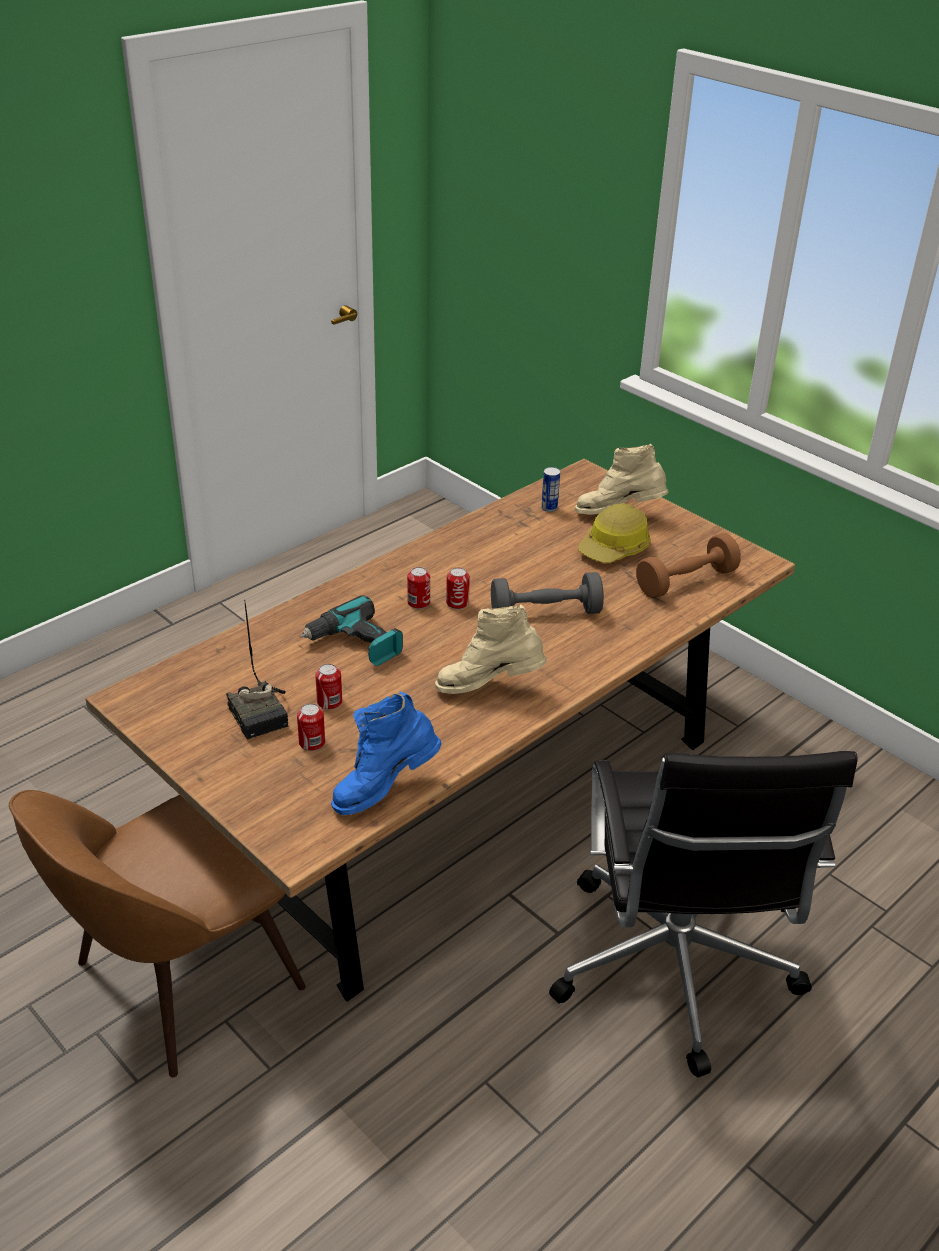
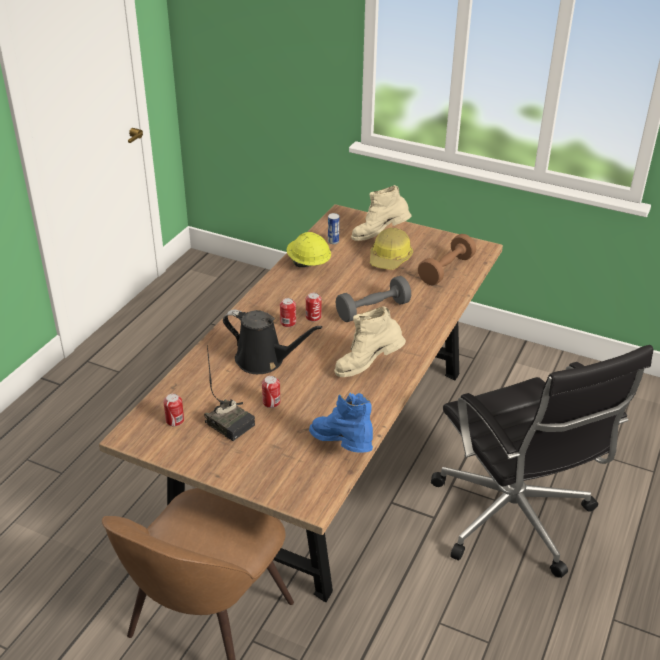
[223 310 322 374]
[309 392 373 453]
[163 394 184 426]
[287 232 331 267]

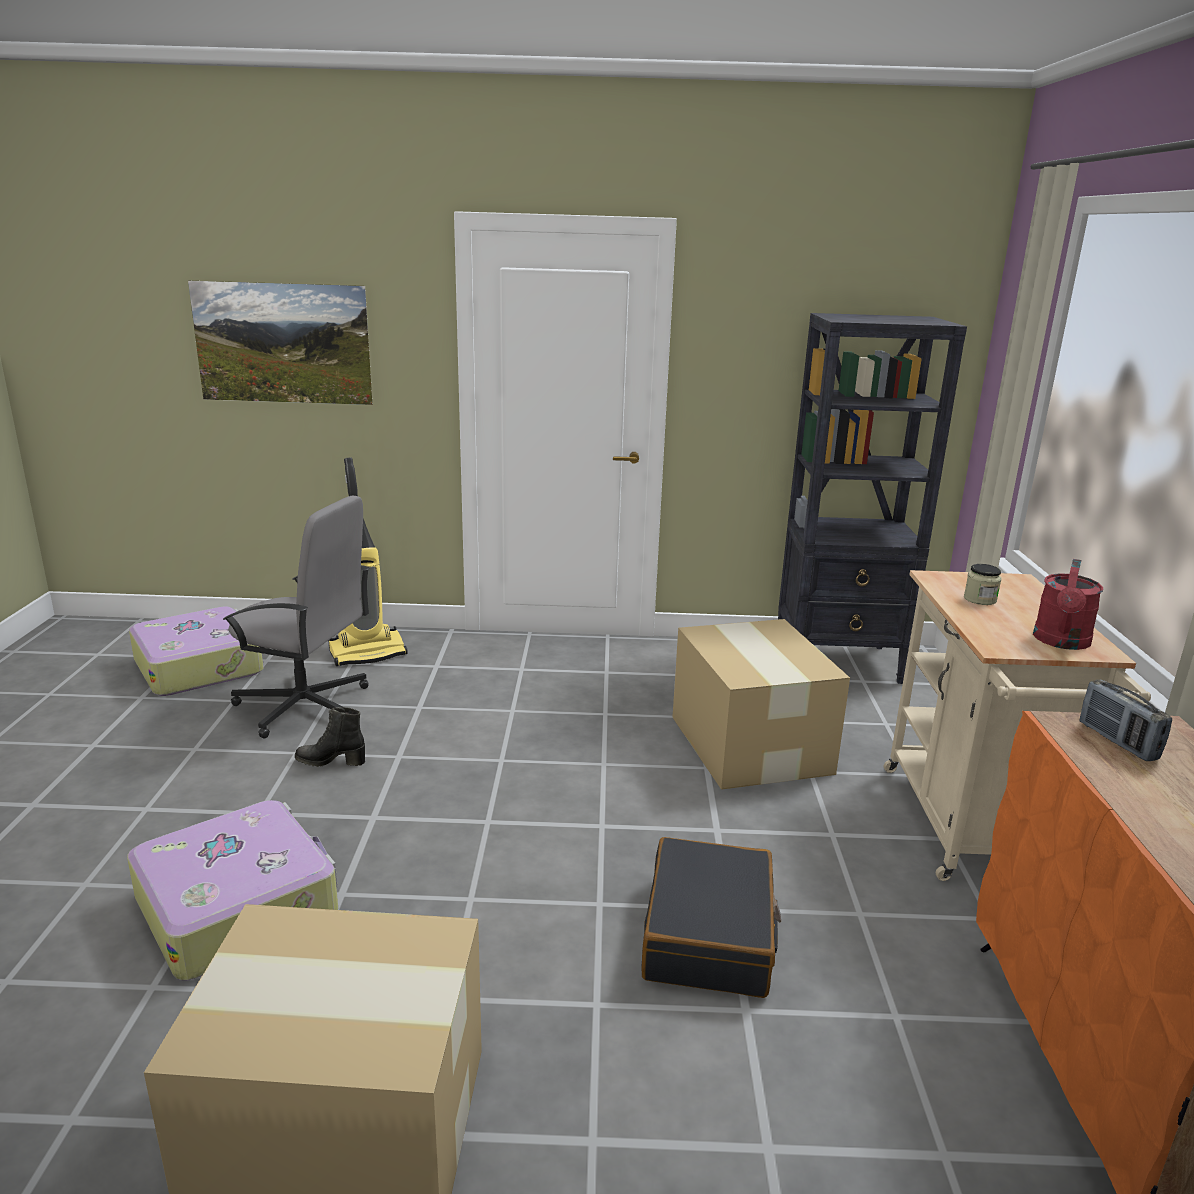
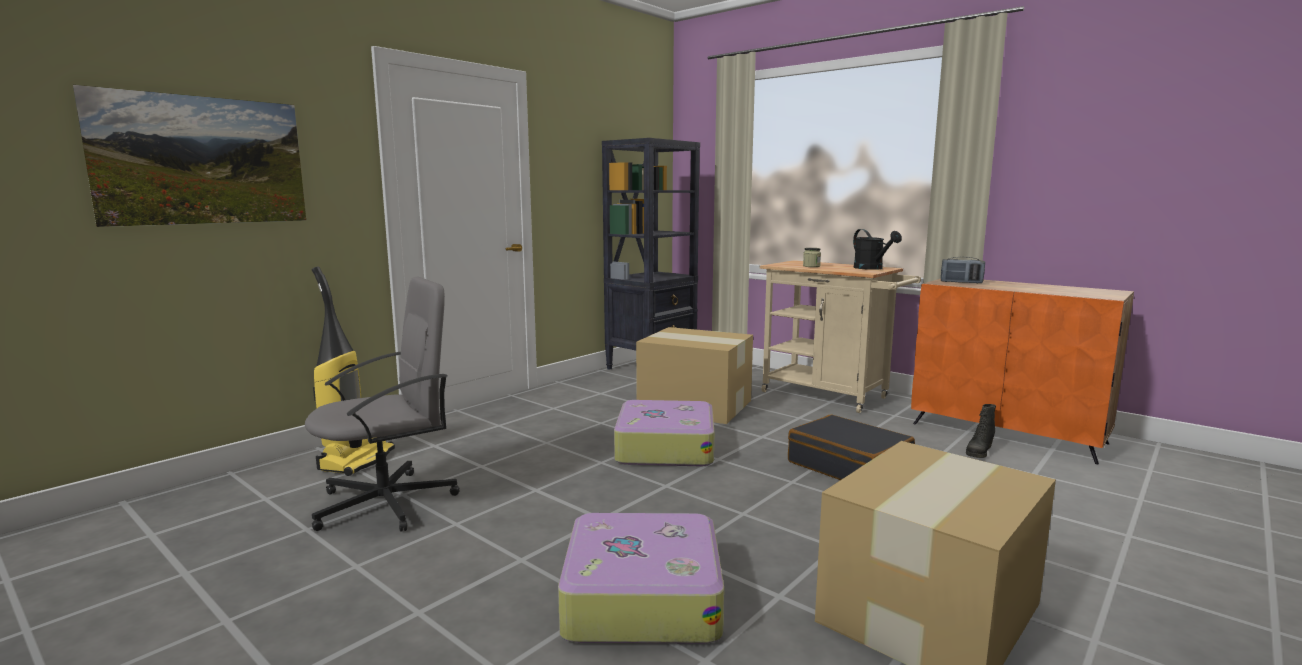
[853 229 902 270]
[614 400 714 466]
[966 404 996 458]

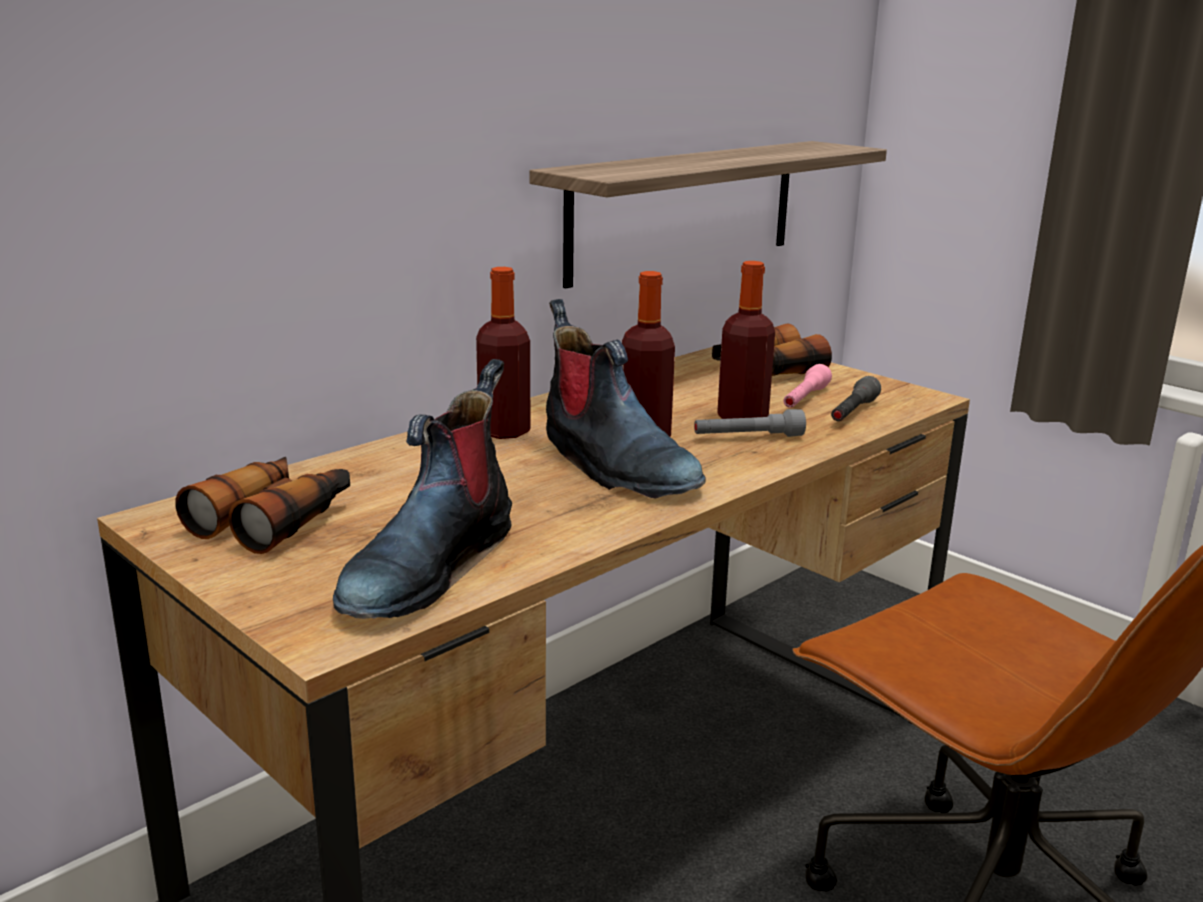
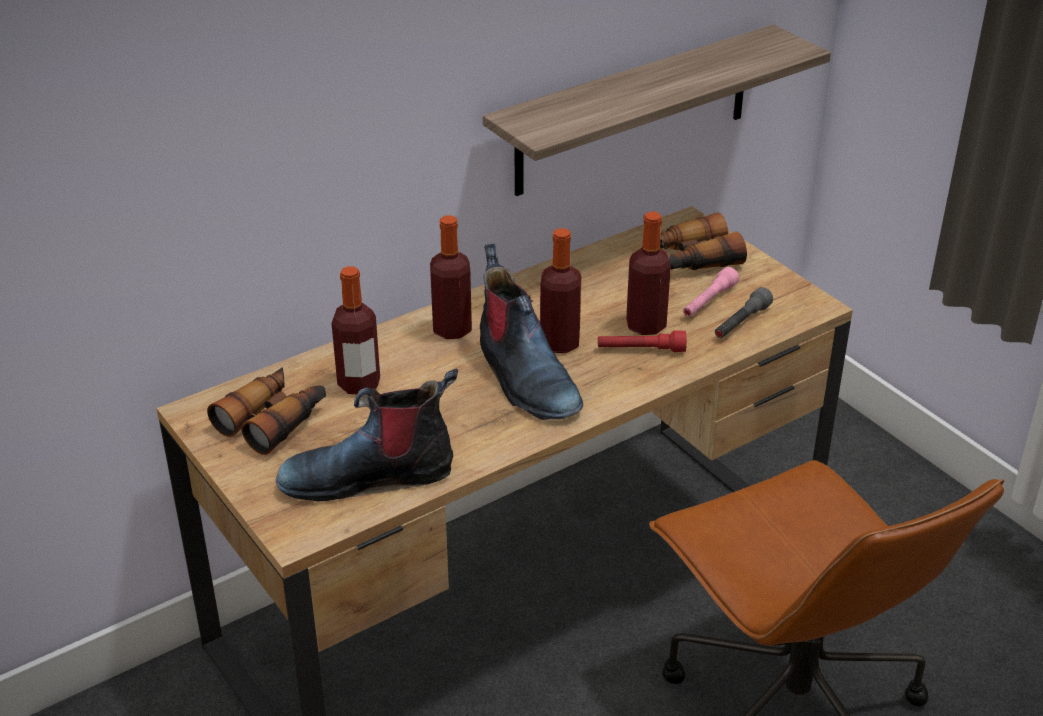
[276 369 458 502]
[598 330 687 352]
[331 266 380 394]

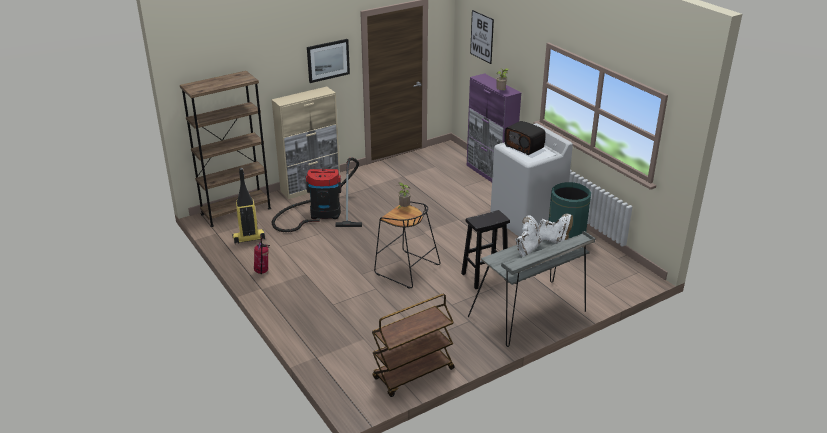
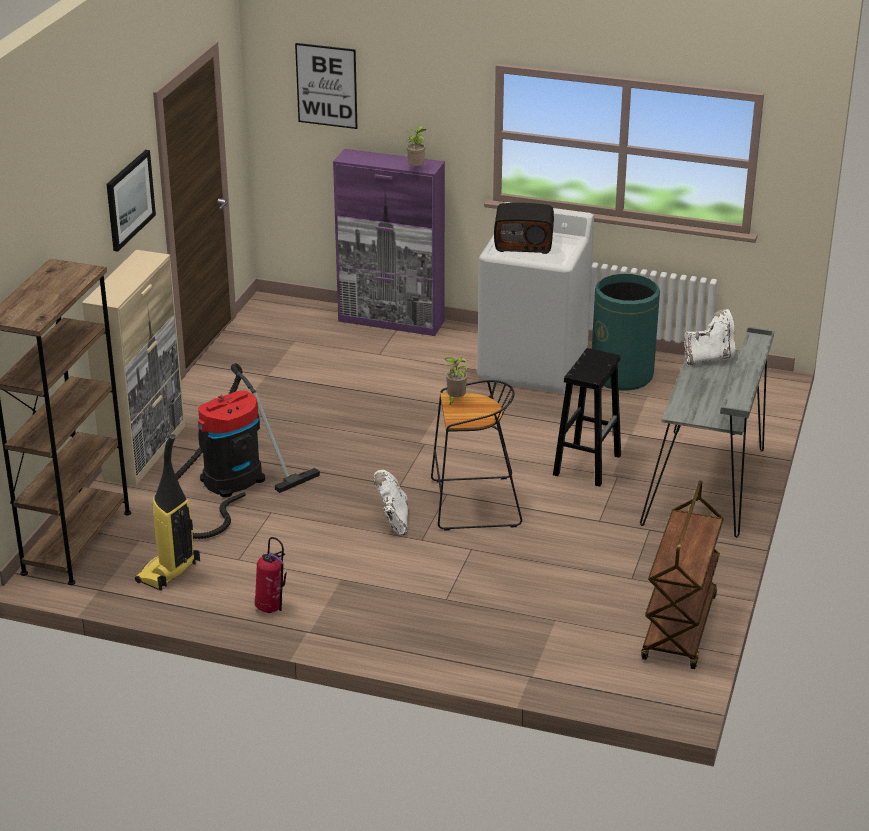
[373 470 408 536]

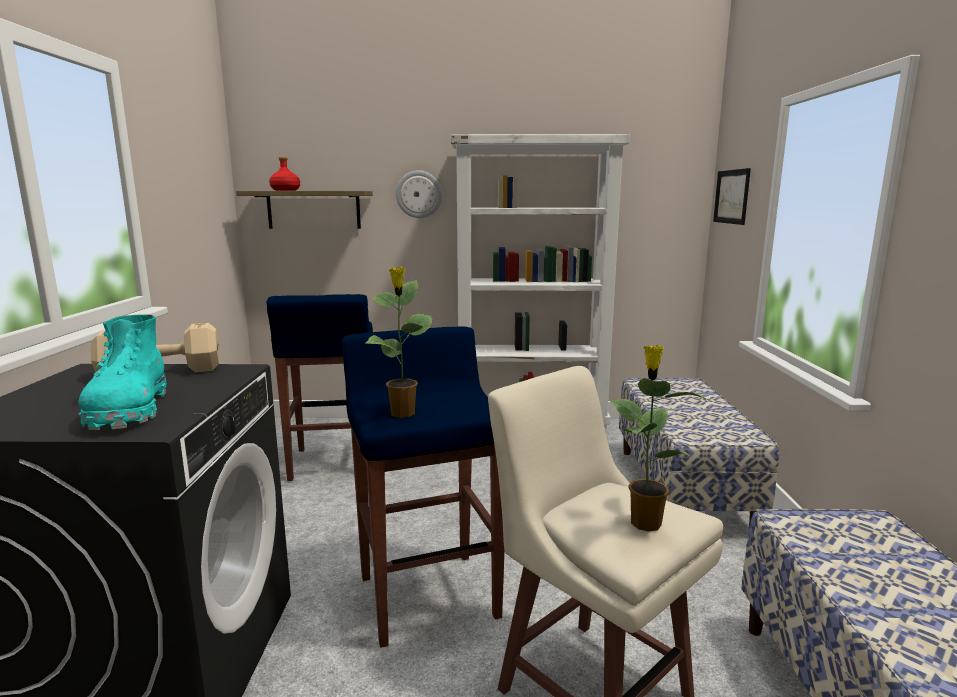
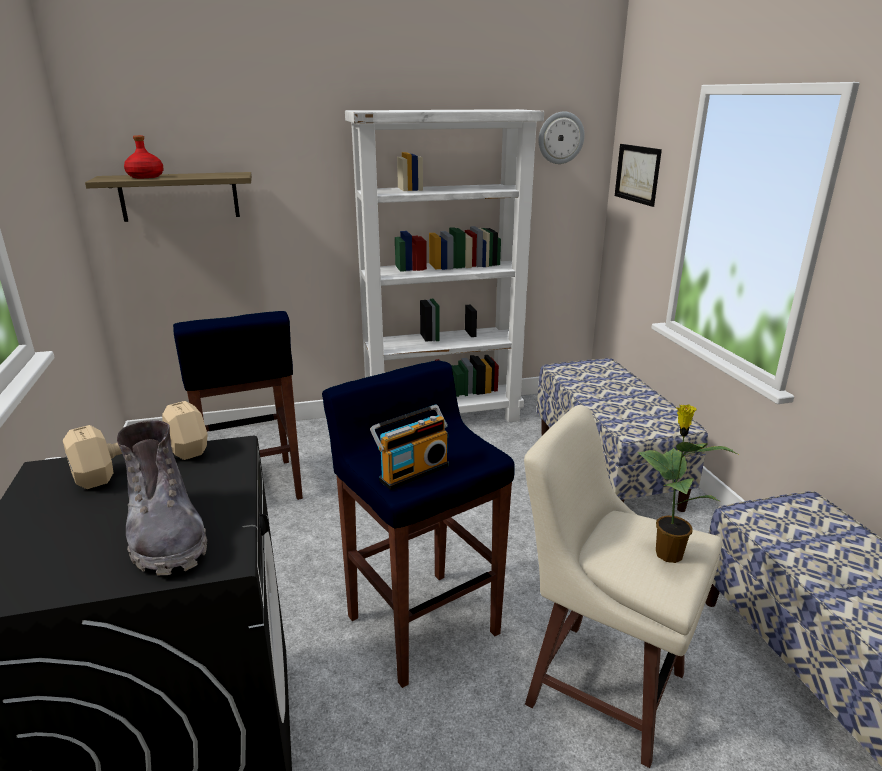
[539 111 585 164]
[370 405 449 490]
[117 420 207 576]

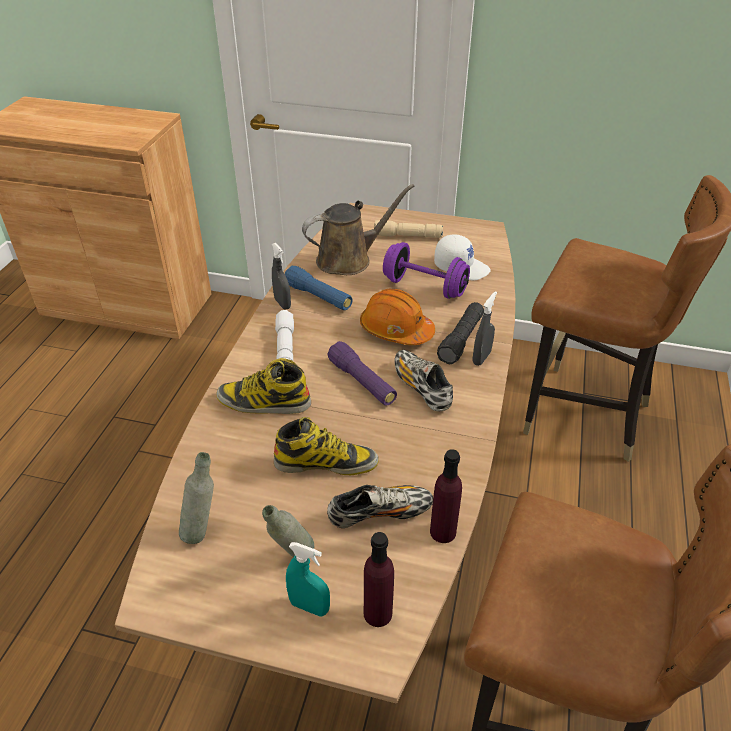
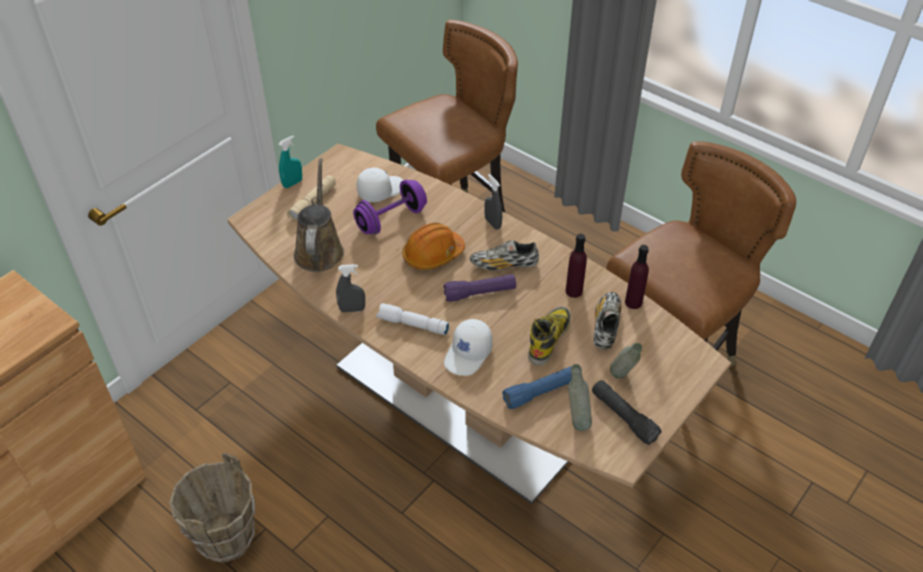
[502 366 572 409]
[592 380 661 445]
[444 319 493 376]
[566 234 587 298]
[279 136 302 188]
[169 453 255 563]

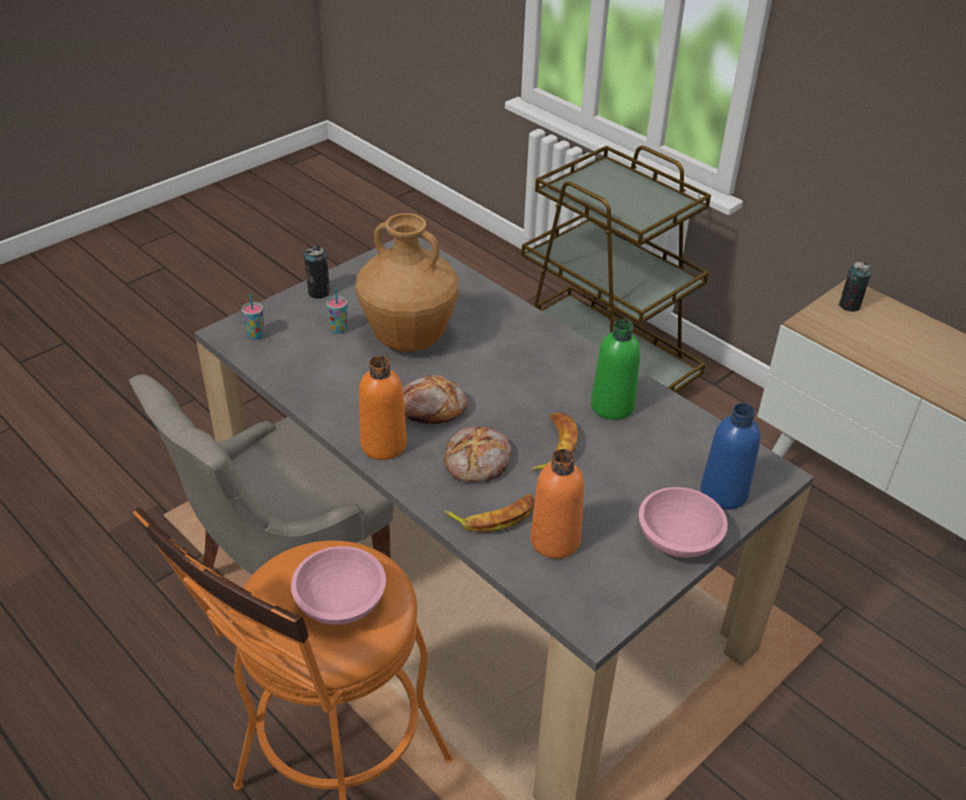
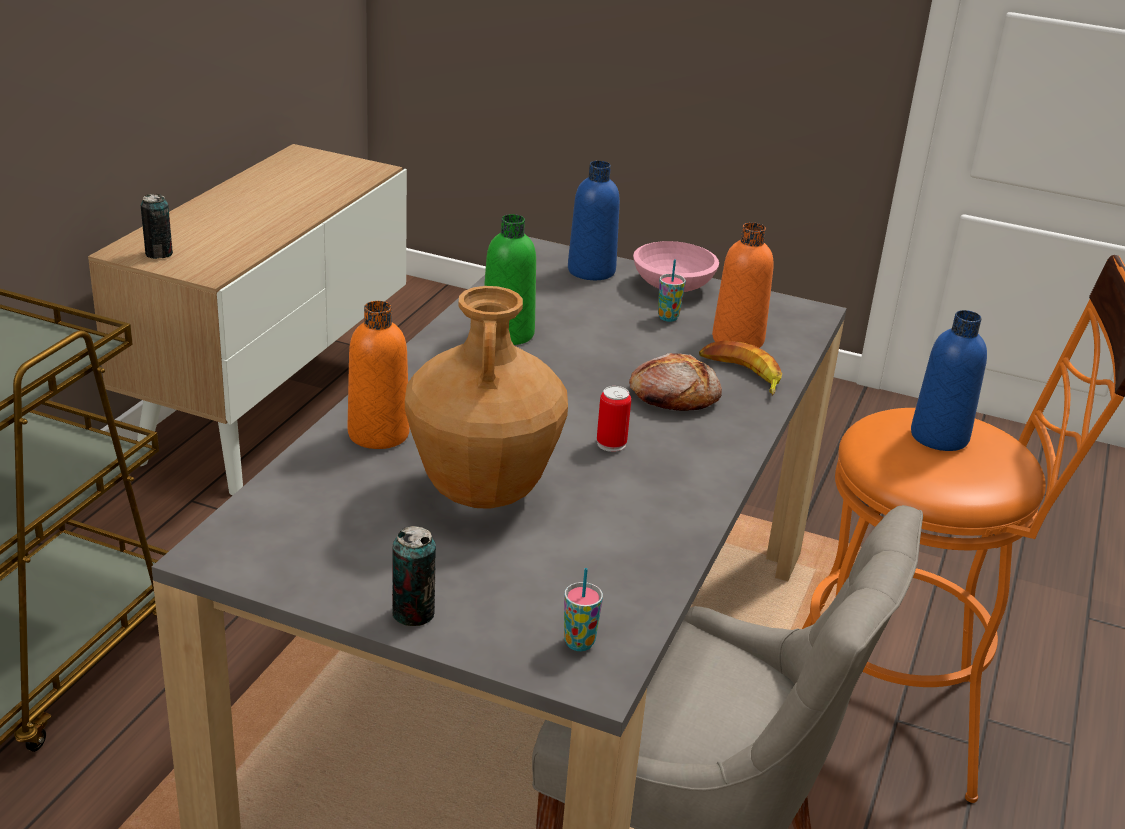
[658 259 686 322]
[348 301 410 449]
[597 386 631 452]
[531 412 578 471] (first image)
[911 310 987 451]

